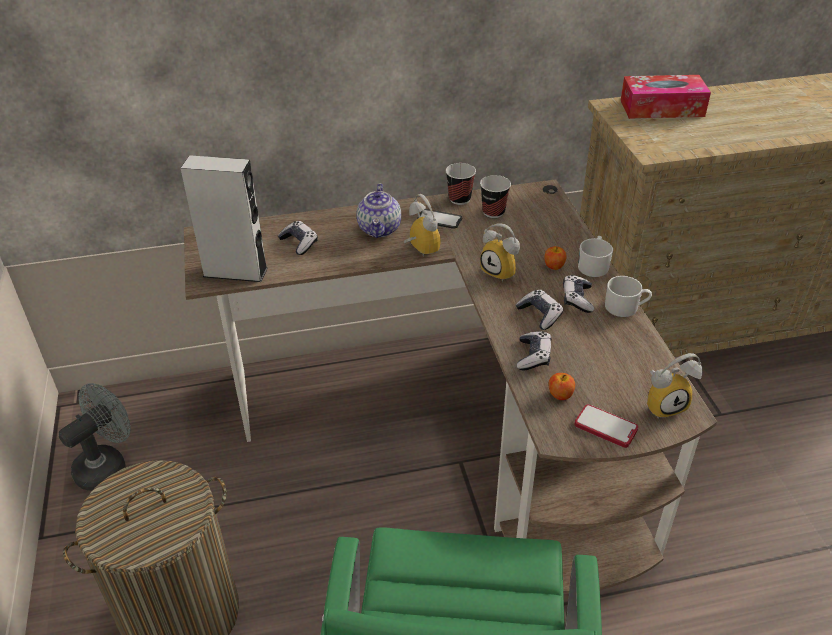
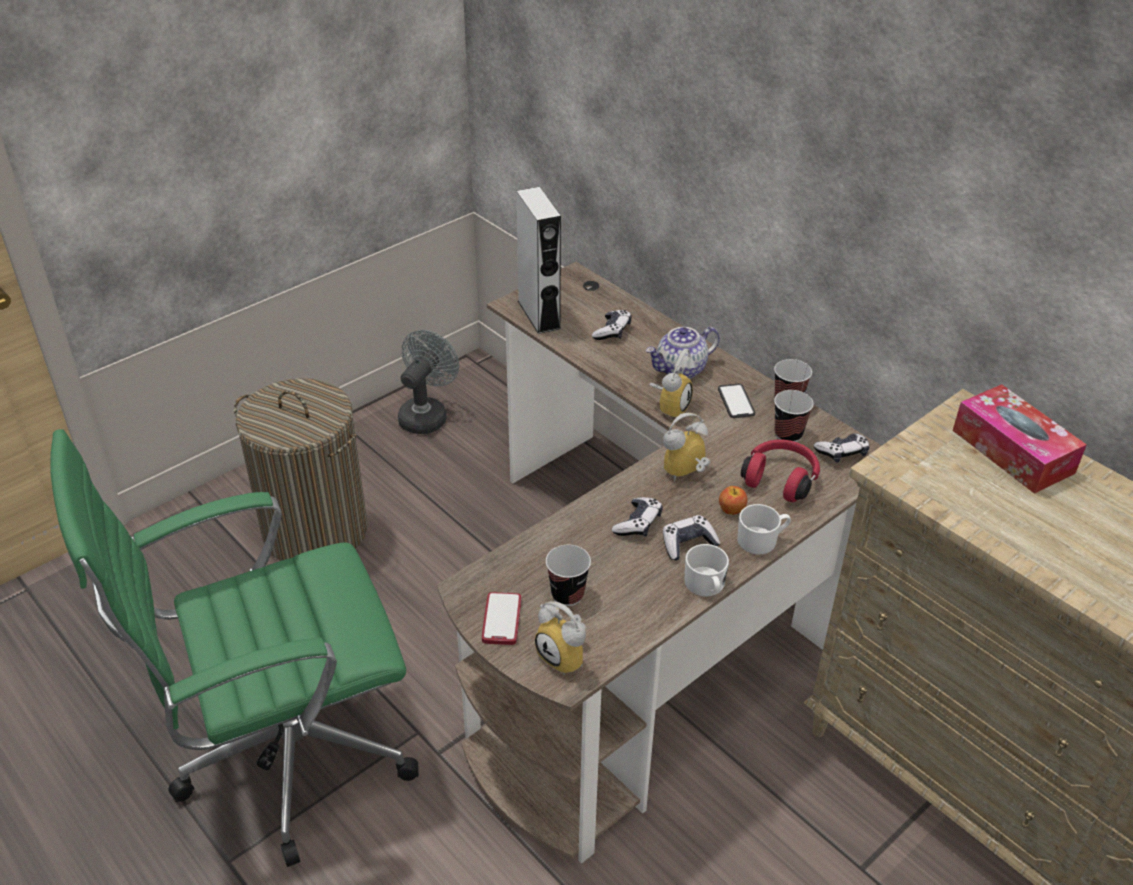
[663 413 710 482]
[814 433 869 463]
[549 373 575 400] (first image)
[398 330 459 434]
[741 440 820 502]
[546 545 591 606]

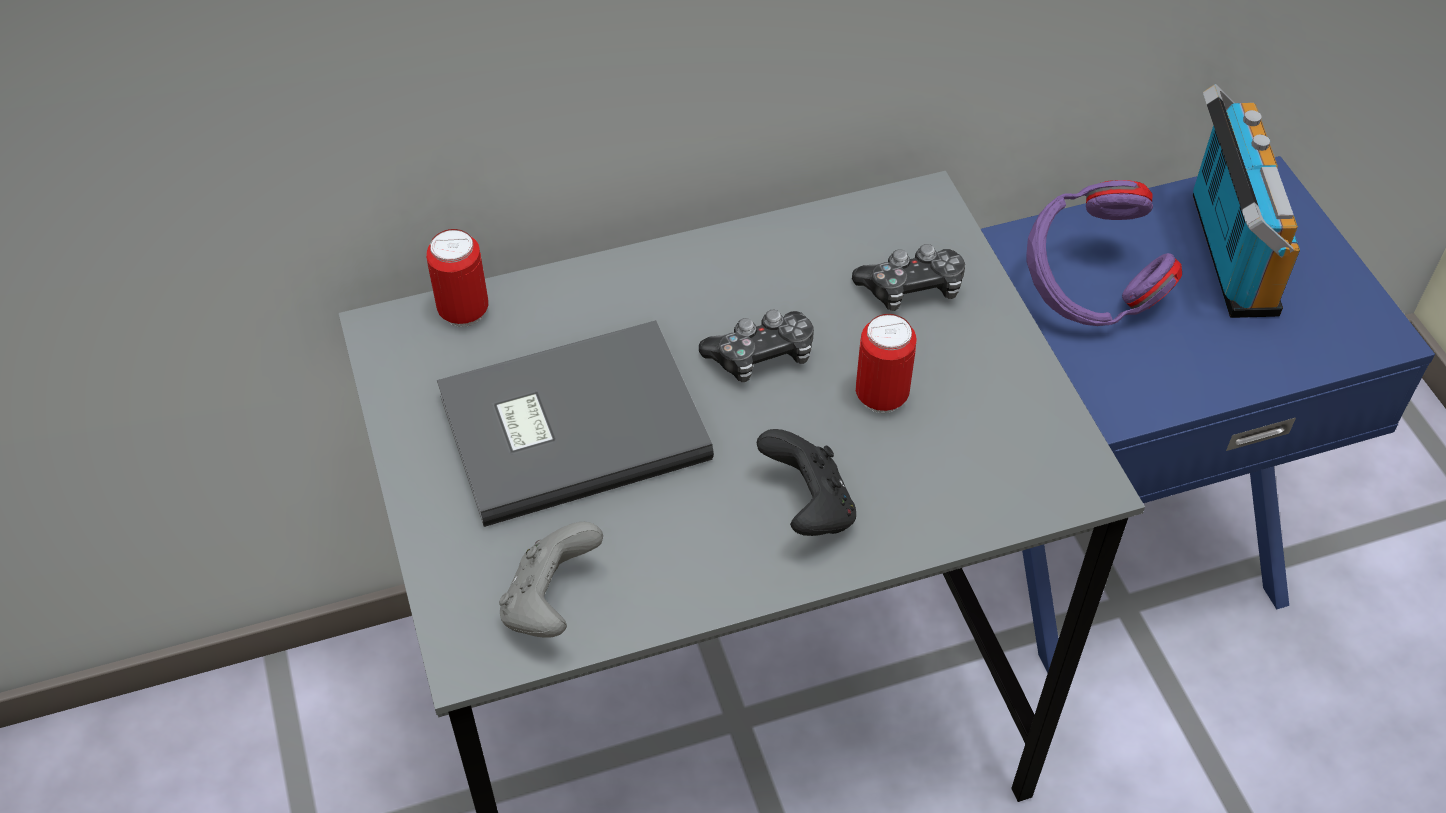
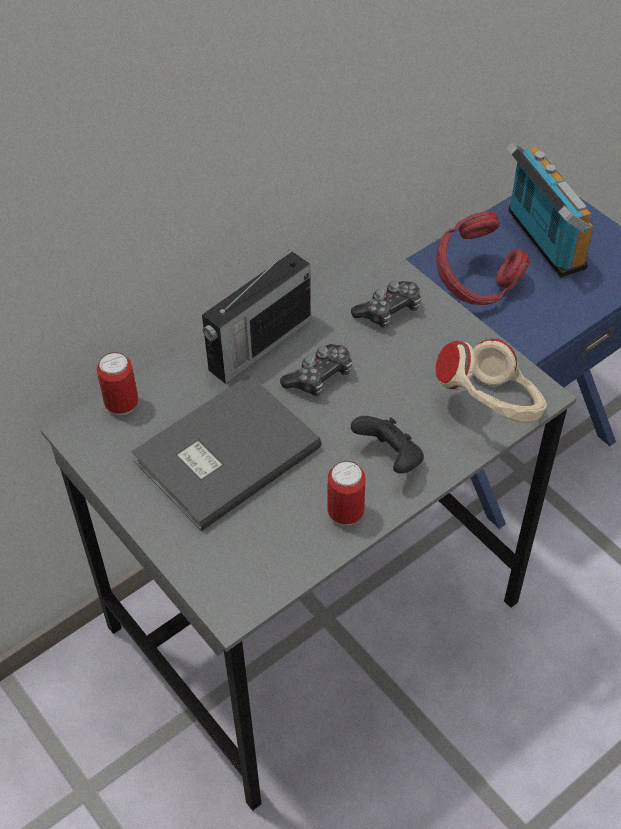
[436 211 529 305]
[328 461 366 525]
[499 522 603 638] (first image)
[202 249 311 384]
[436 339 547 423]

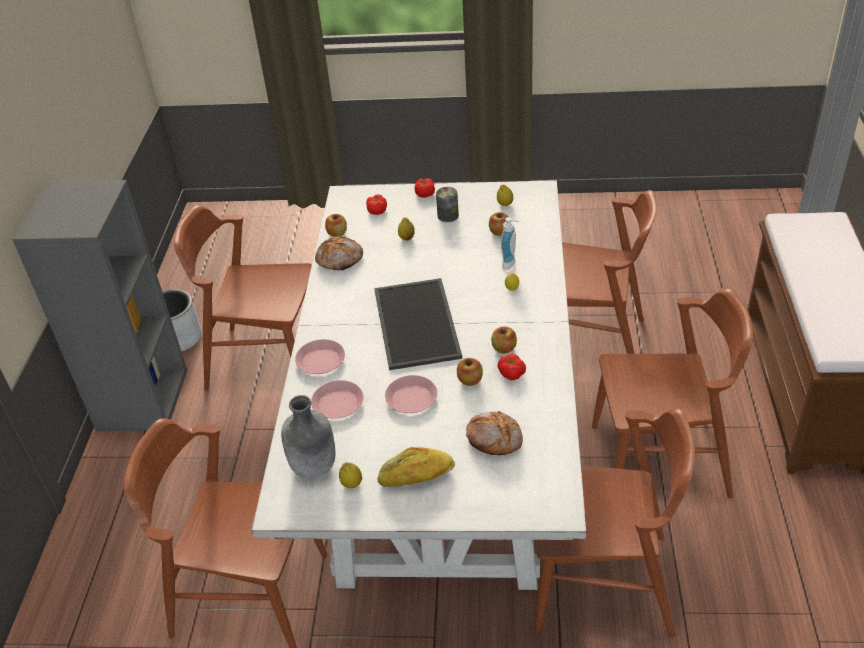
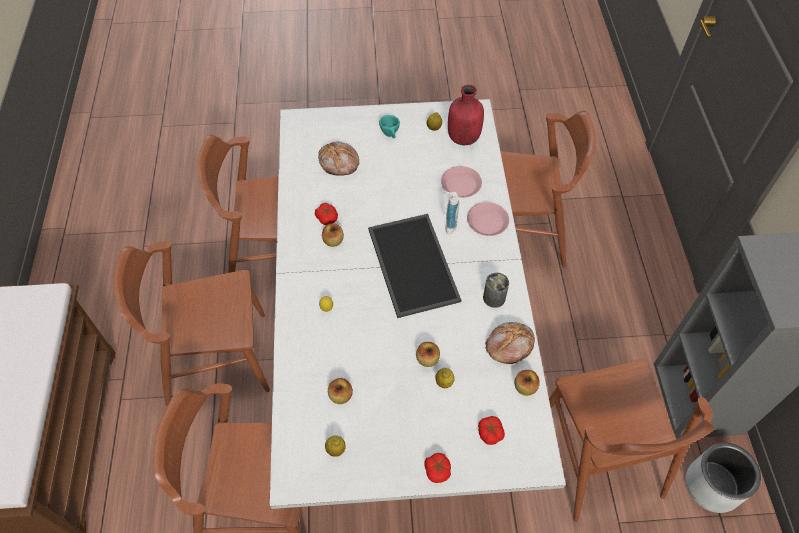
[483 273 509 308]
[549 358 715 522]
[443 191 459 234]
[416 342 440 367]
[385 375 437 413] (first image)
[448 85 484 145]
[379 115 400 138]

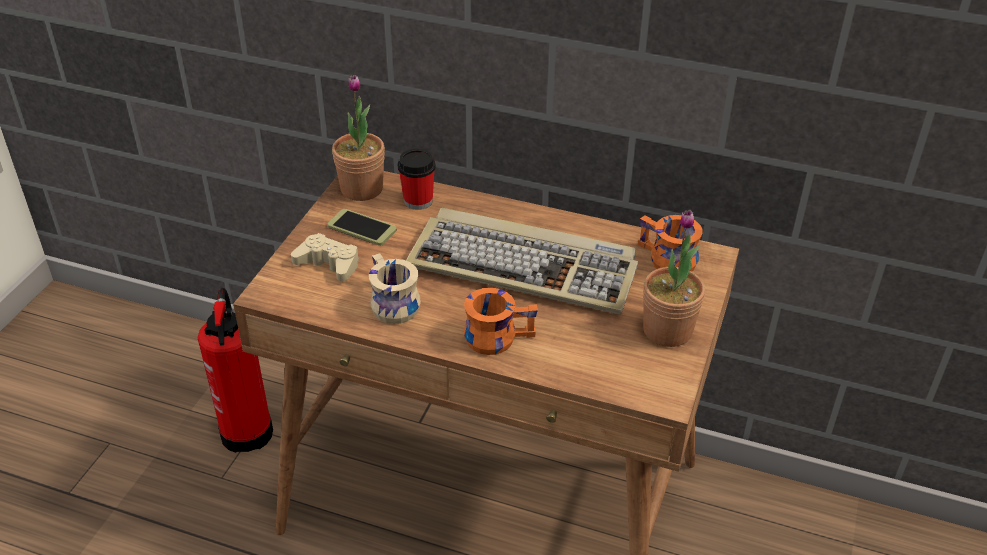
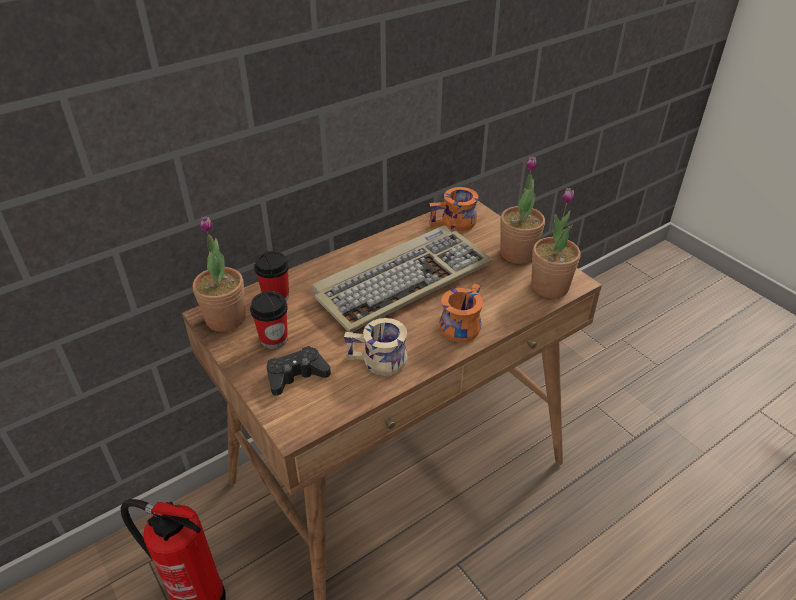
[250 291 288 349]
[267 346 331 396]
[531 188 580 298]

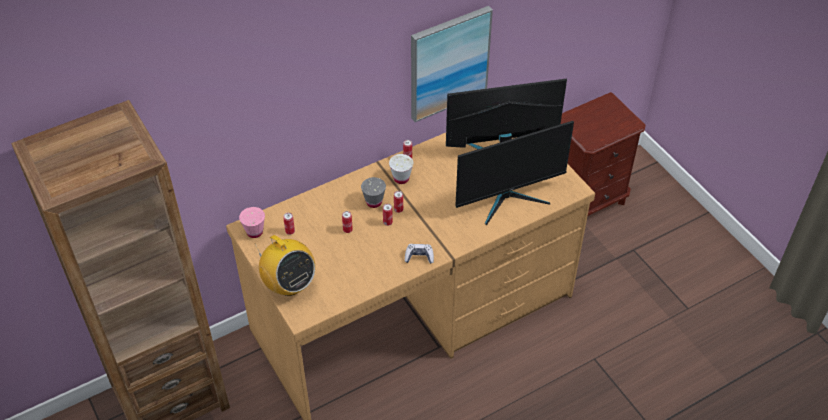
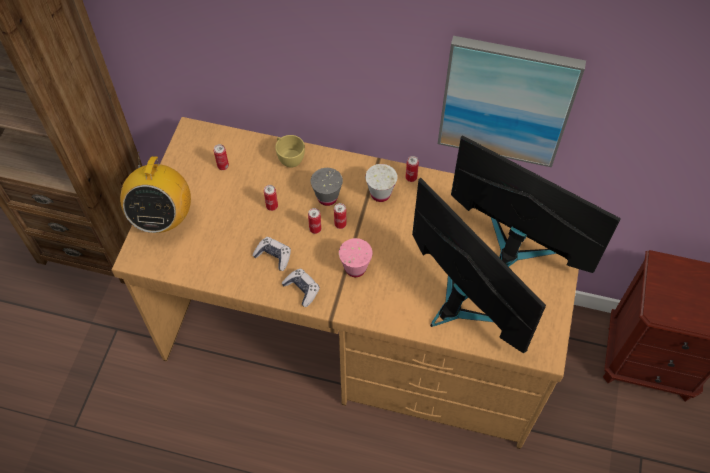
[412 178 546 353]
[339 238 373 277]
[275 135 305 168]
[252 237 291 271]

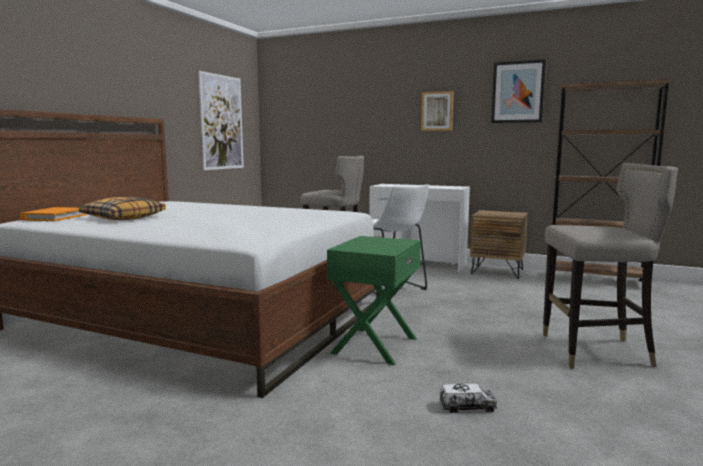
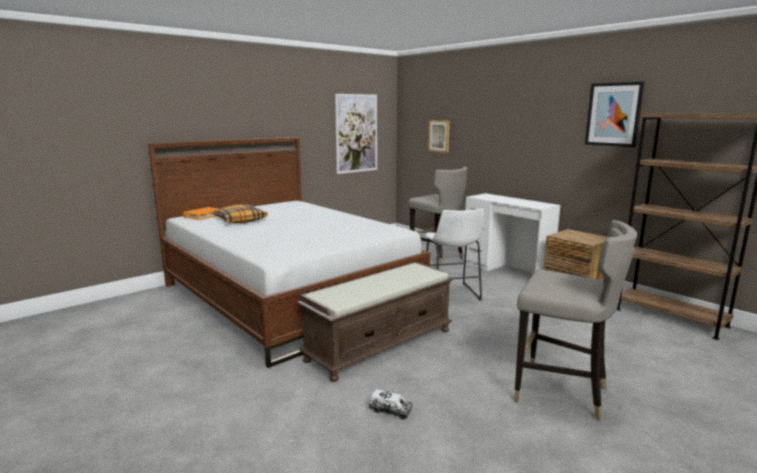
[428 120 450 152]
[297 262 454 382]

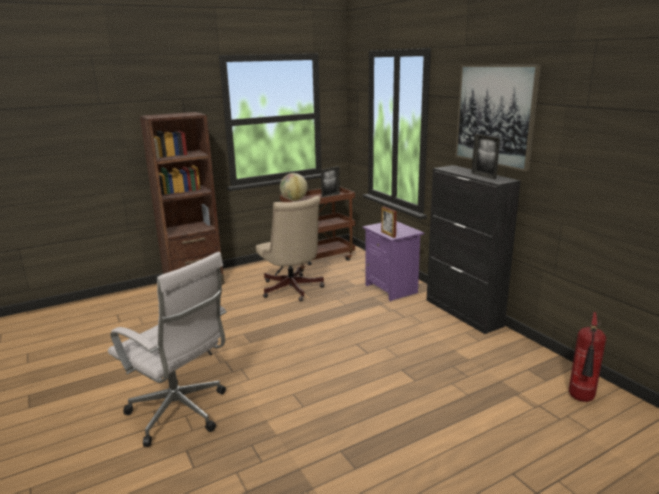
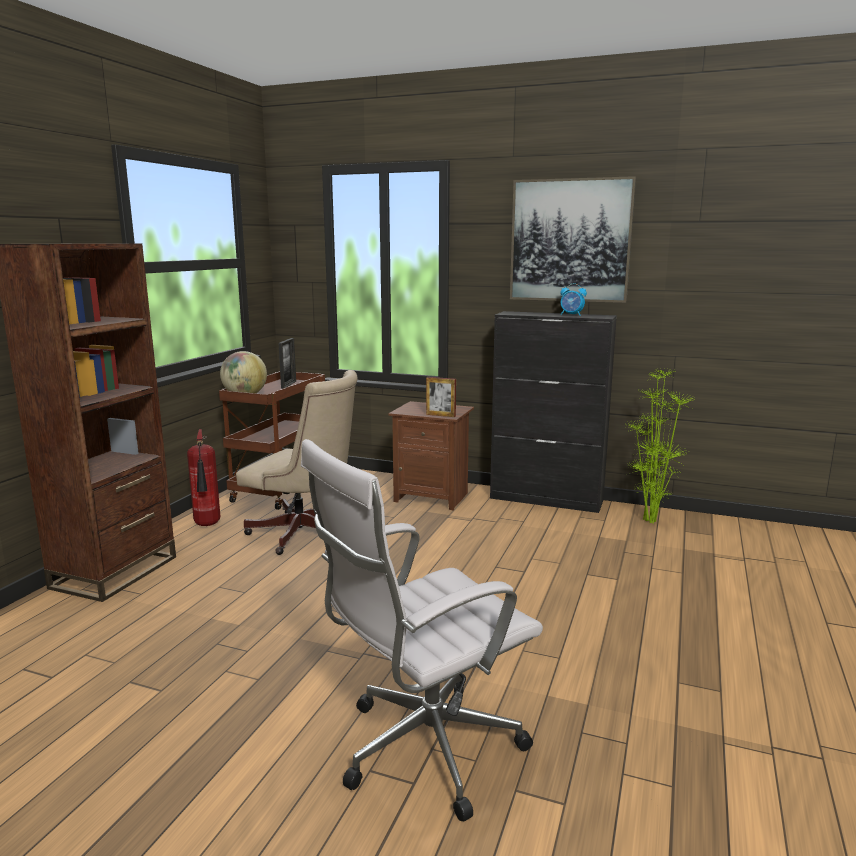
[560 283 587 316]
[388 401 474 510]
[301 439 543 822]
[187 429 220 526]
[626 368 693 524]

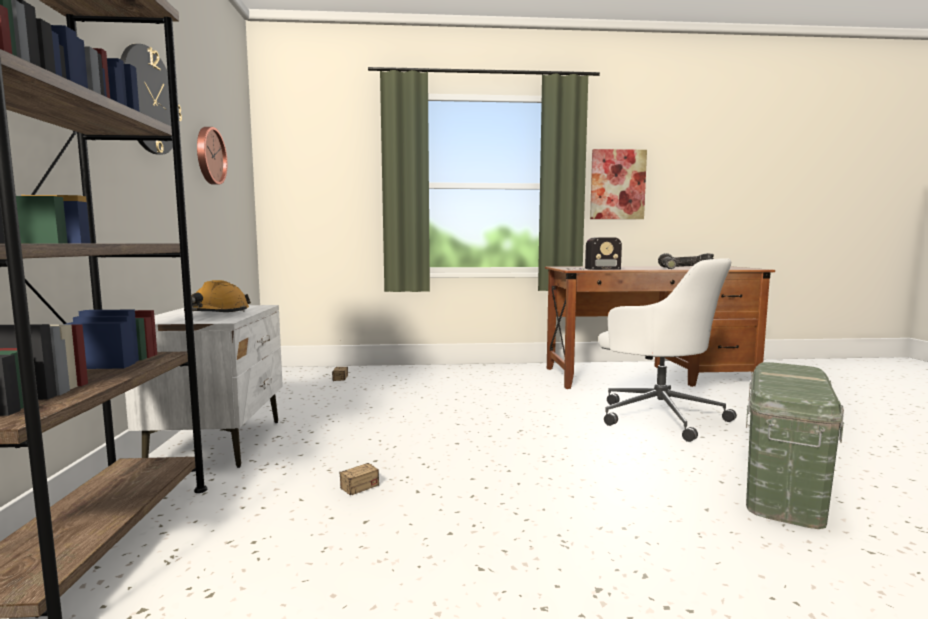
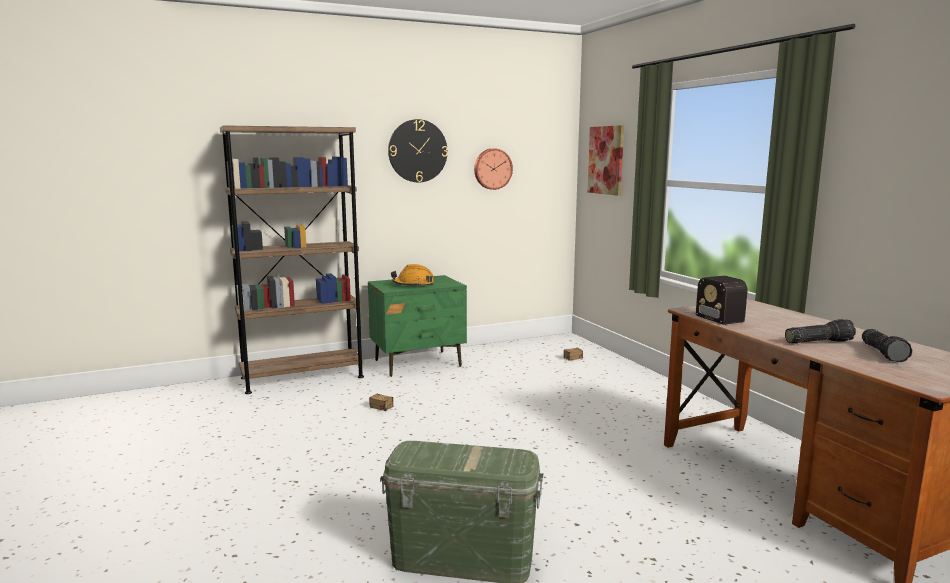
[588 125 624 196]
[599 258 737 442] (first image)
[368 275 467 377]

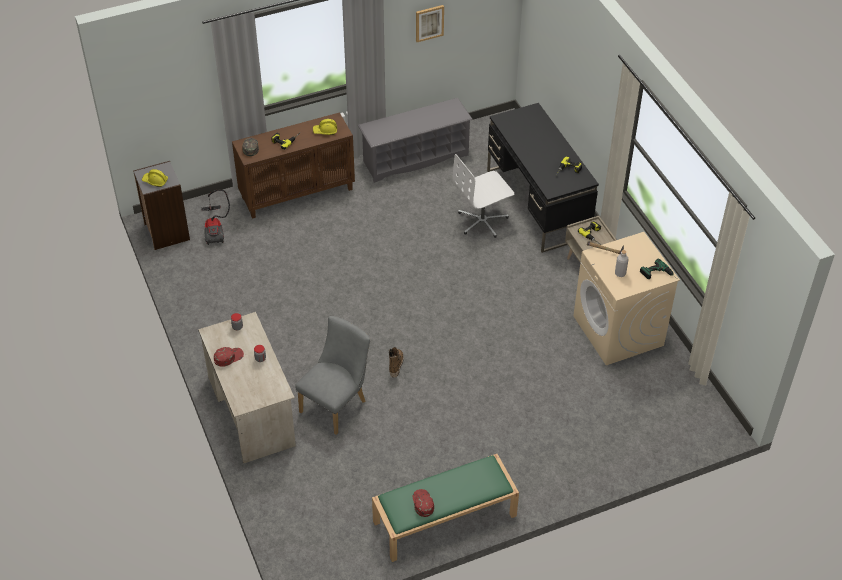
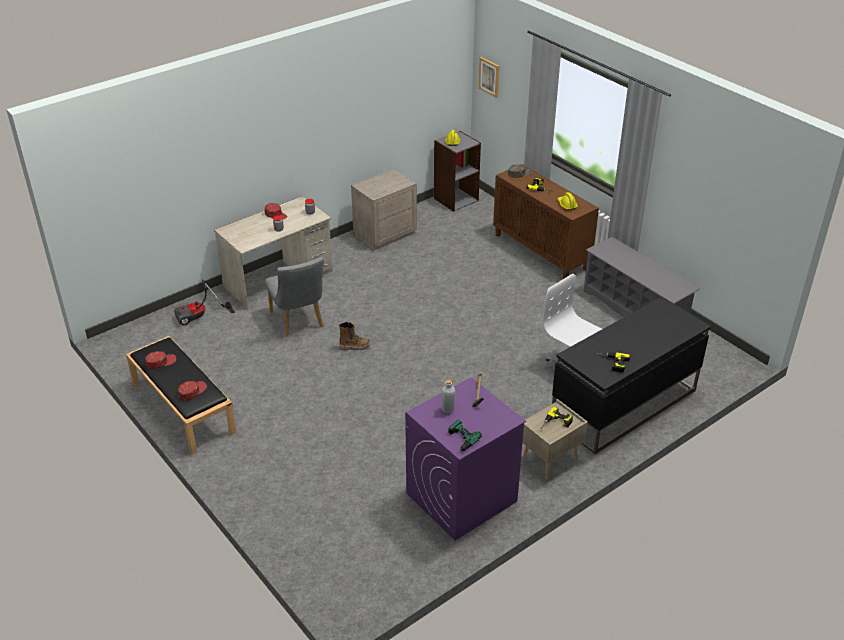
[478 57 500 98]
[174 279 235 325]
[405 377 526 541]
[265 257 324 336]
[126 336 236 455]
[351 169 417 250]
[178 381 207 401]

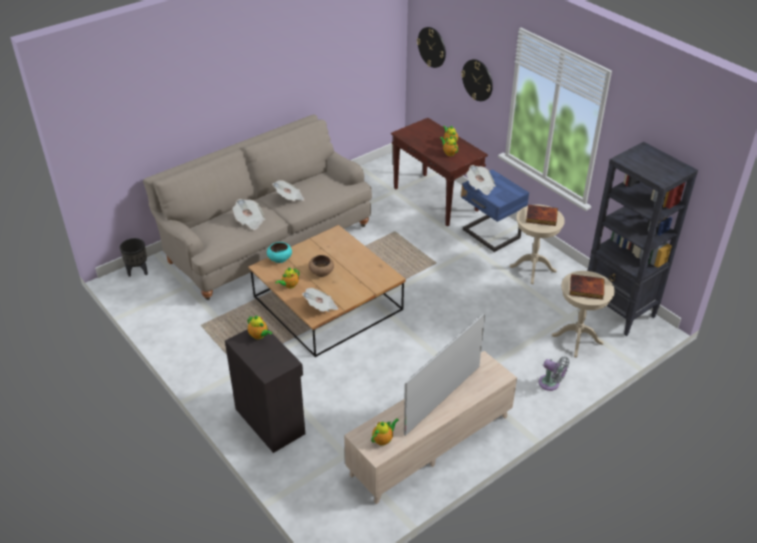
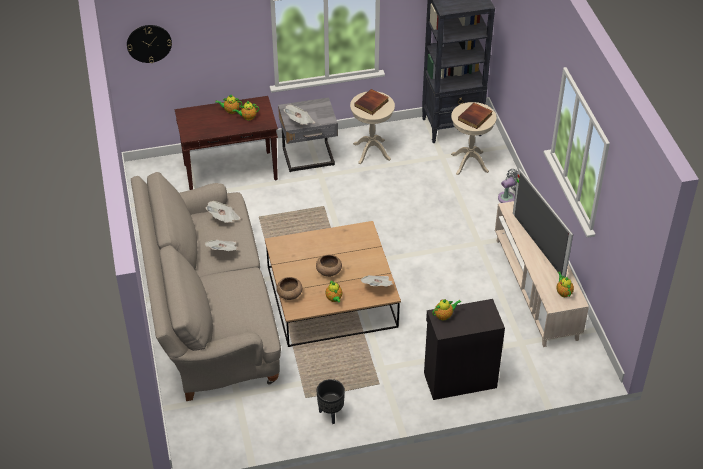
[461 59 493 101] (first image)
[278 97 338 172]
[205 201 241 223]
[317 379 345 424]
[276 277 303 300]

